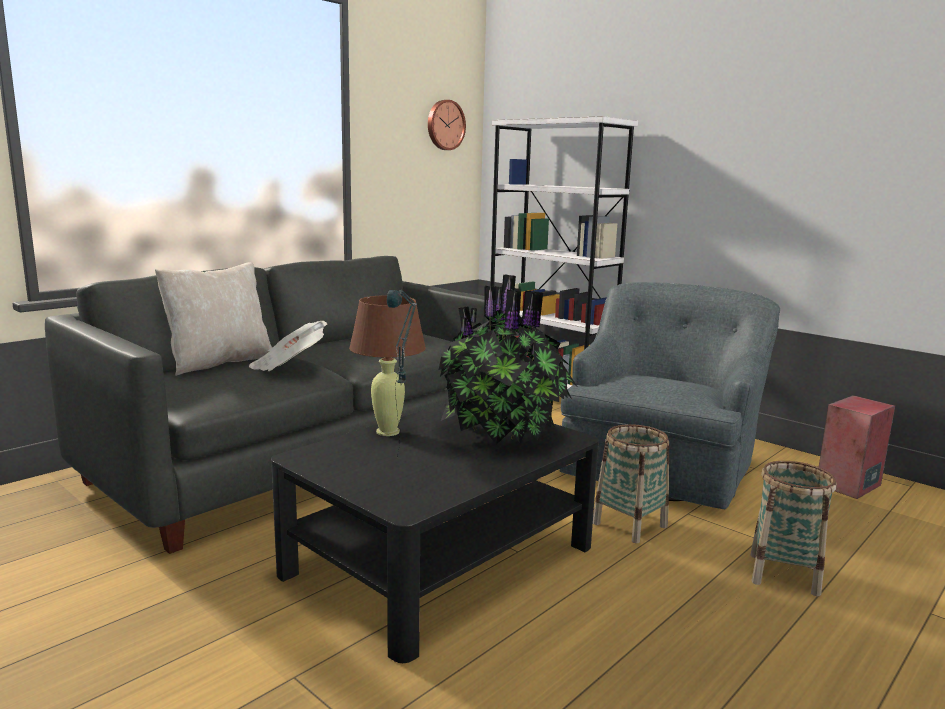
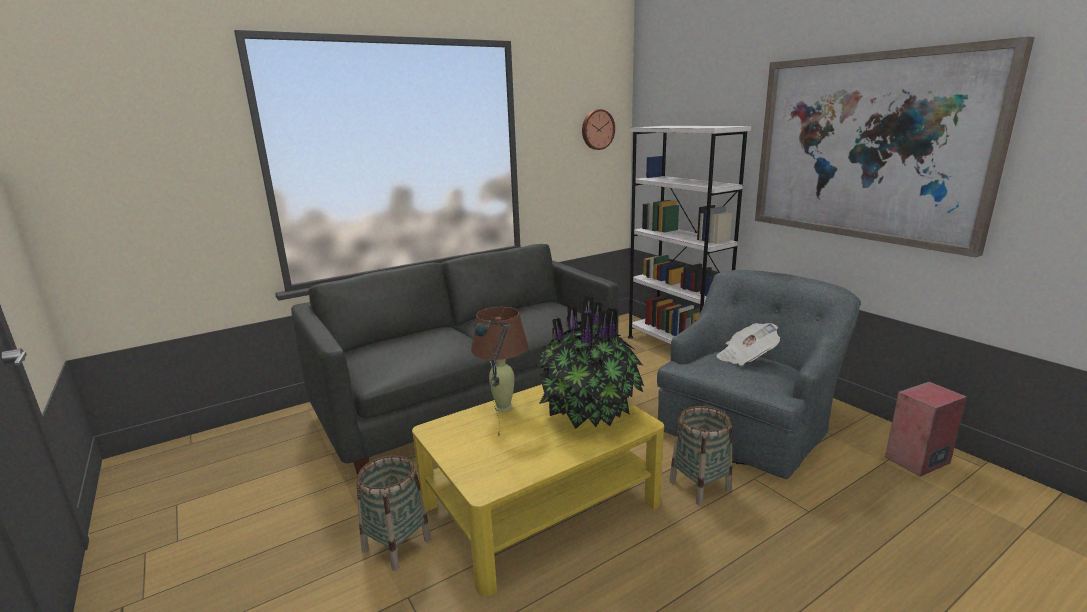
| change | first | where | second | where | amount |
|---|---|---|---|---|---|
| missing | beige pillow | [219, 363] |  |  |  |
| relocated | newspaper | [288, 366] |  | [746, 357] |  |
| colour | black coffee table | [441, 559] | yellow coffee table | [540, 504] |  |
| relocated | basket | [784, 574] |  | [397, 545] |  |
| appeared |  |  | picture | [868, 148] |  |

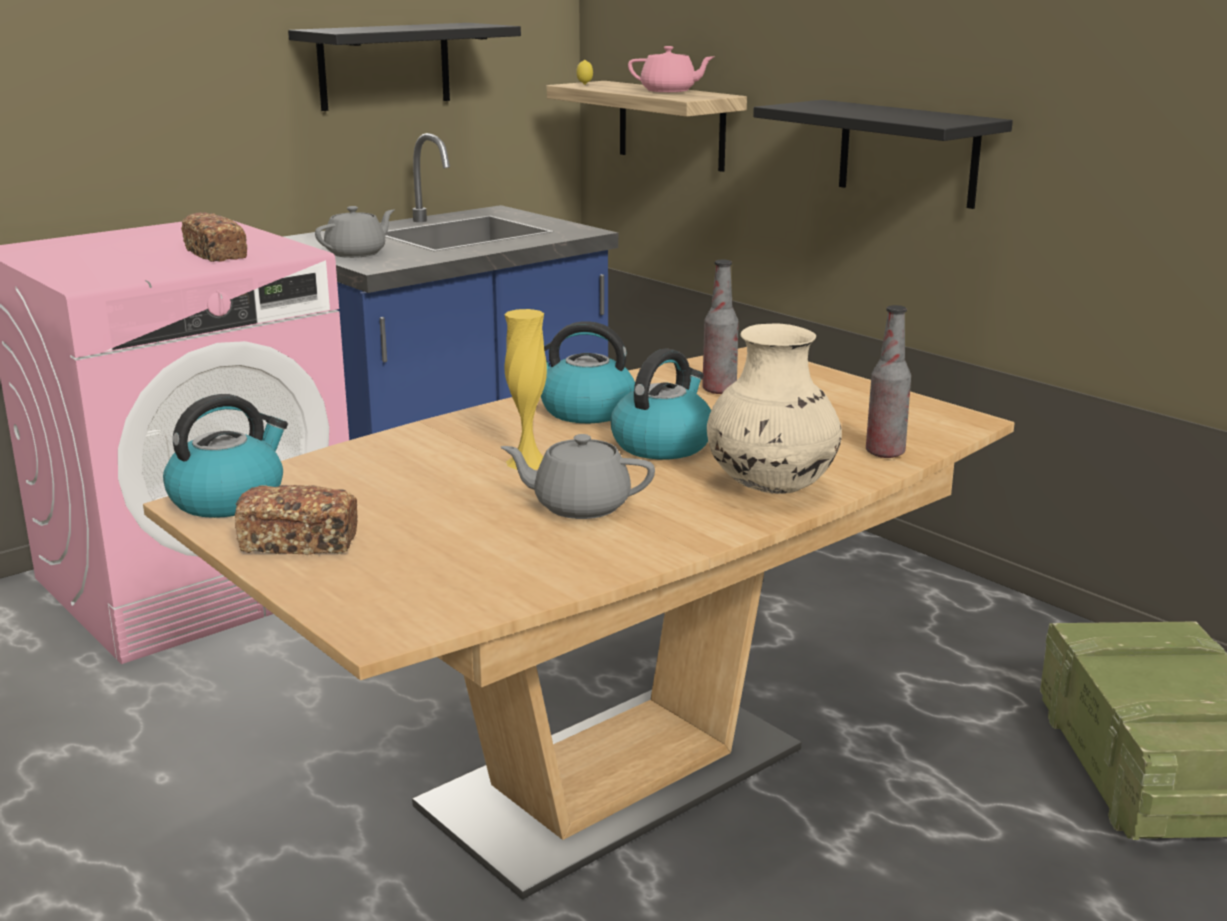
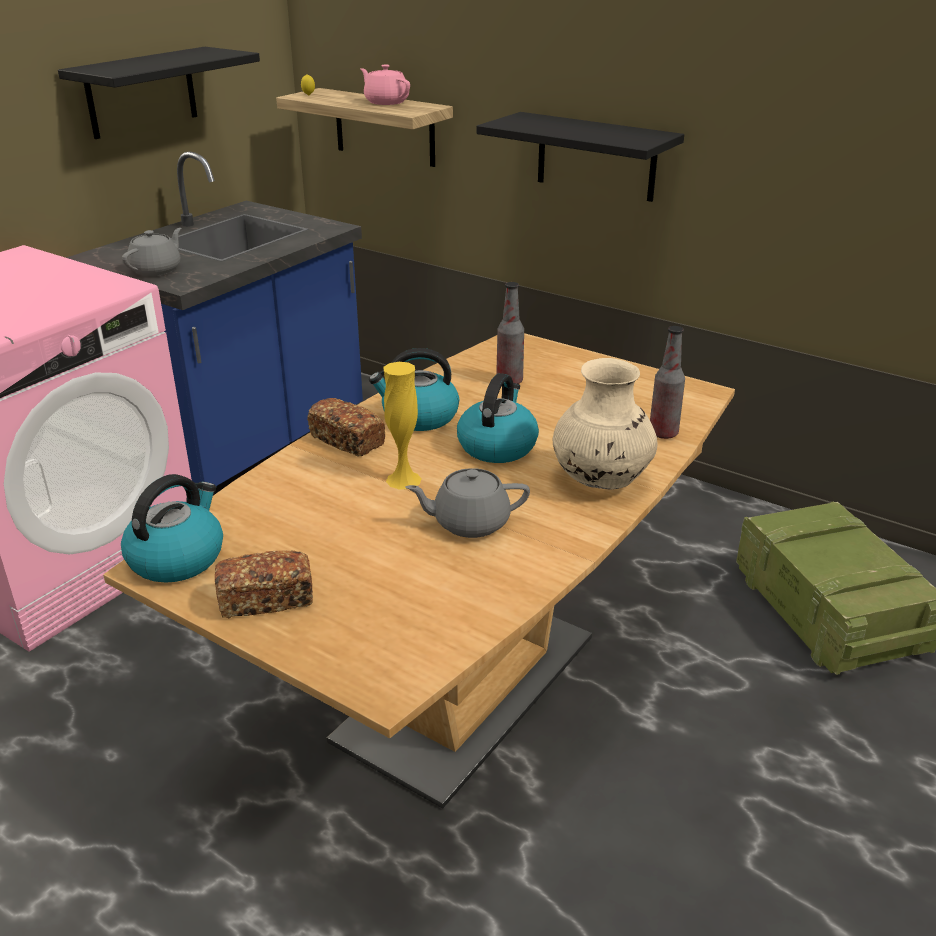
| change | first | where | second | where | amount |
|---|---|---|---|---|---|
| relocated | bread | [216, 254] |  | [347, 441] |  |
| spun | pink teapot | [669, 91] |  | [386, 102] | 135 degrees counterclockwise |

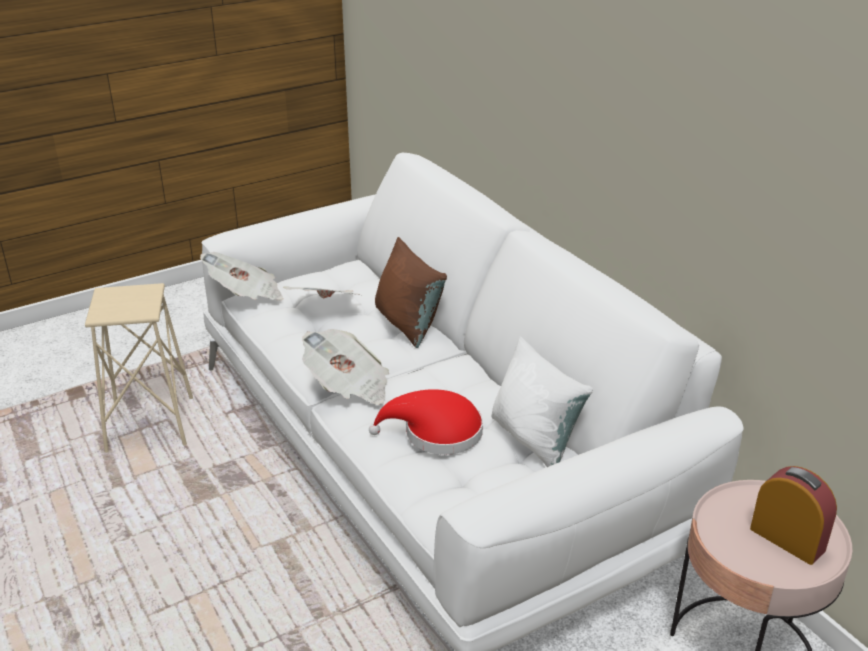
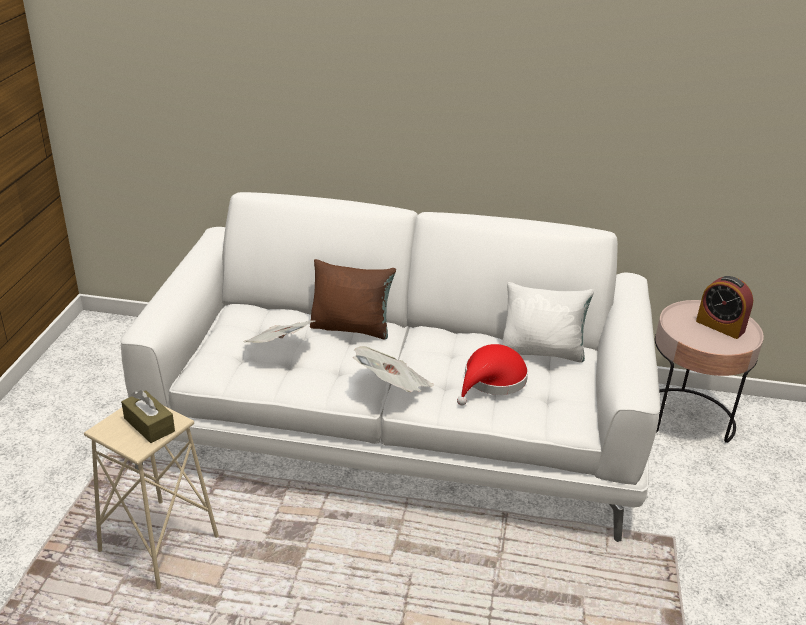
| change | first | where | second | where | amount |
|---|---|---|---|---|---|
| missing | newspaper | [246, 294] |  |  |  |
| spun | alarm clock | [787, 539] |  | [720, 326] | 135 degrees counterclockwise |
| appeared |  |  | brown tissue box | [149, 425] |  |

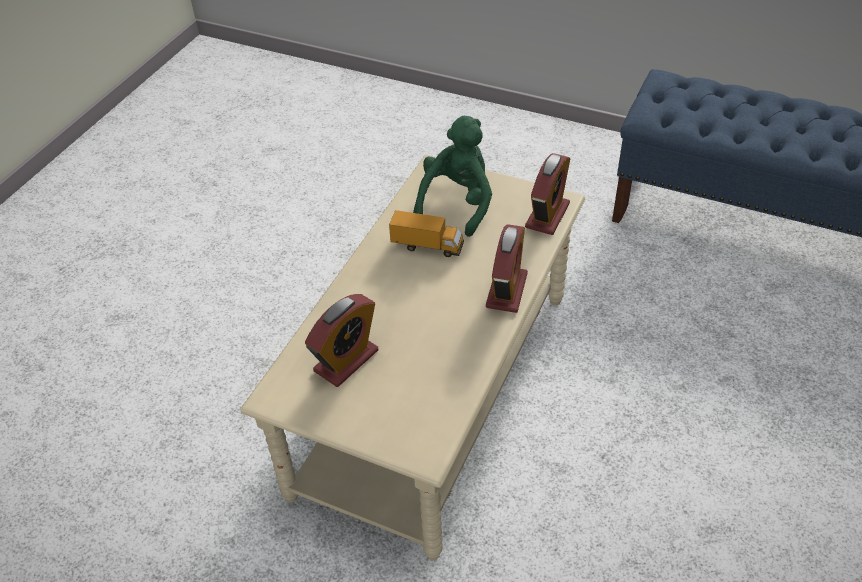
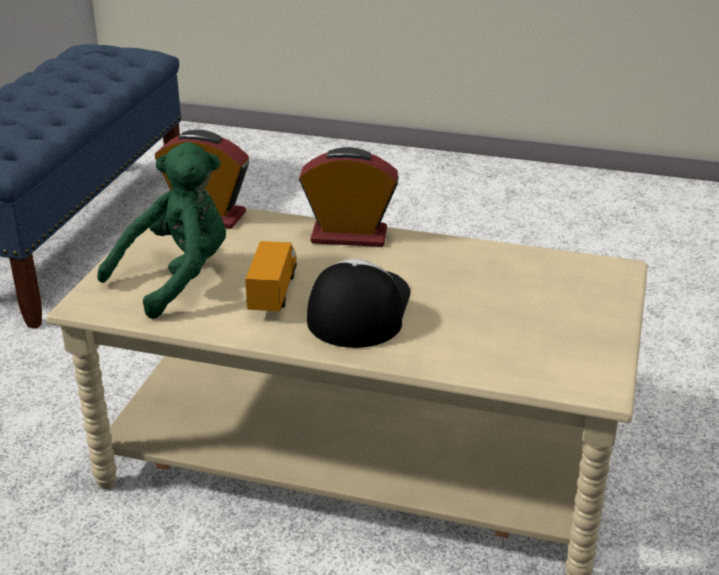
| change | first | where | second | where | amount |
|---|---|---|---|---|---|
| missing | alarm clock | [346, 361] |  |  |  |
| spun | green plush toy | [457, 203] |  | [177, 278] | 120 degrees clockwise |
| appeared |  |  | cap | [358, 309] |  |

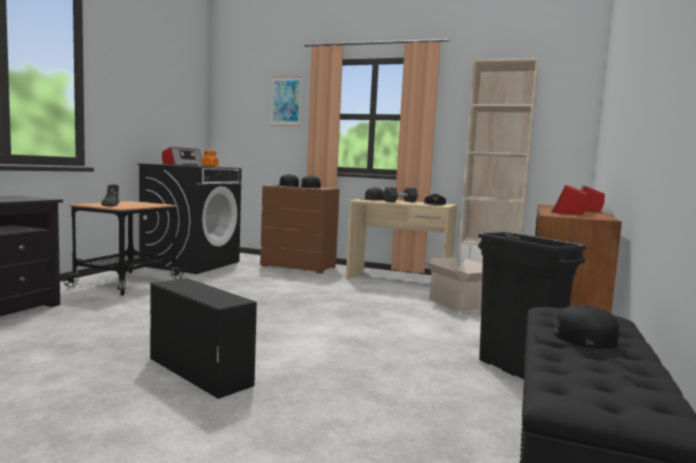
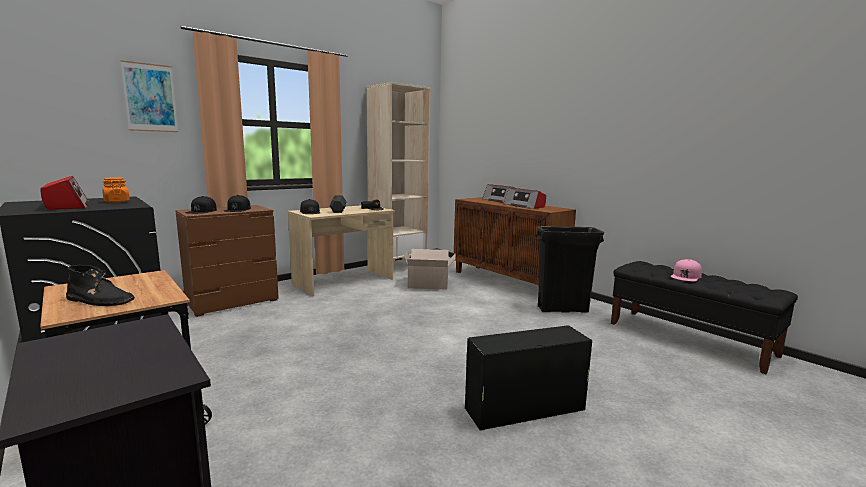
| change | first | where | second | where | amount |
|---|---|---|---|---|---|
| colour | black cap | [574, 338] | pink cap | [686, 276] |  |

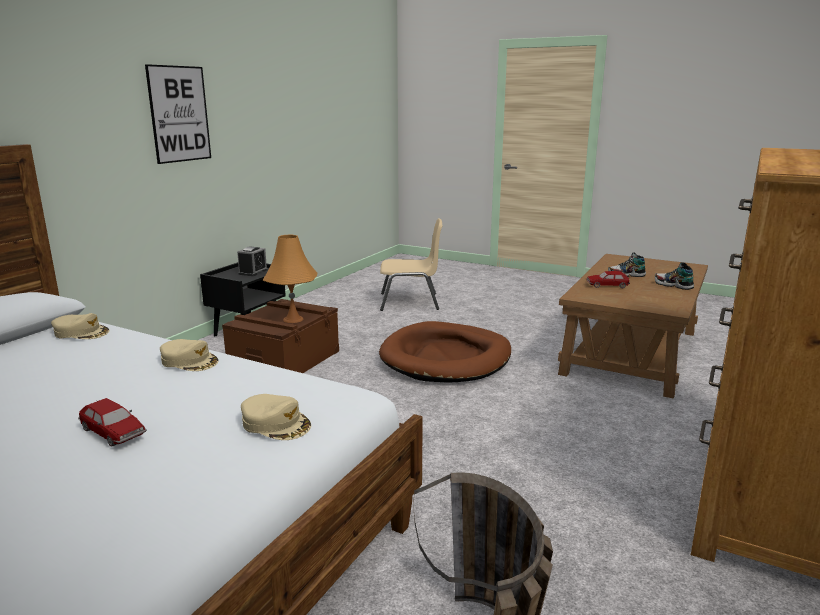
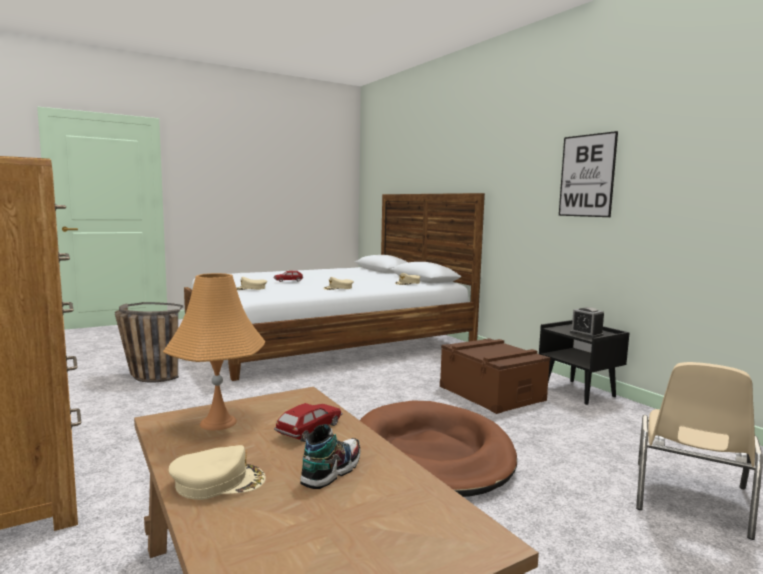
| change | first | where | second | where | amount |
|---|---|---|---|---|---|
| relocated | orange table lamp | [293, 319] |  | [218, 422] |  |
| exchanged | shoe | [673, 285] | beige cap | [218, 481] |  |

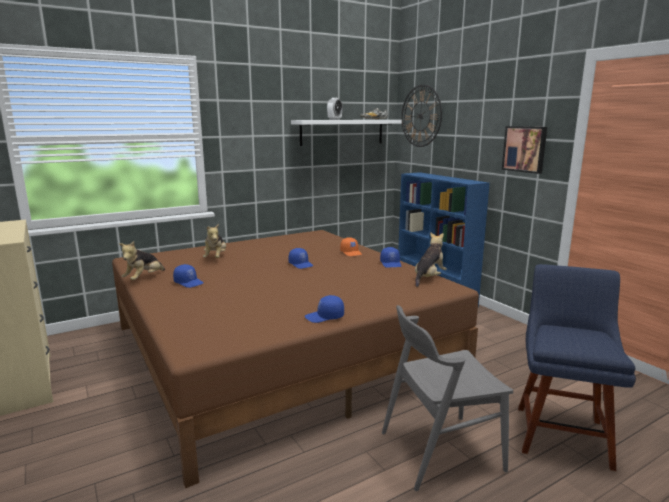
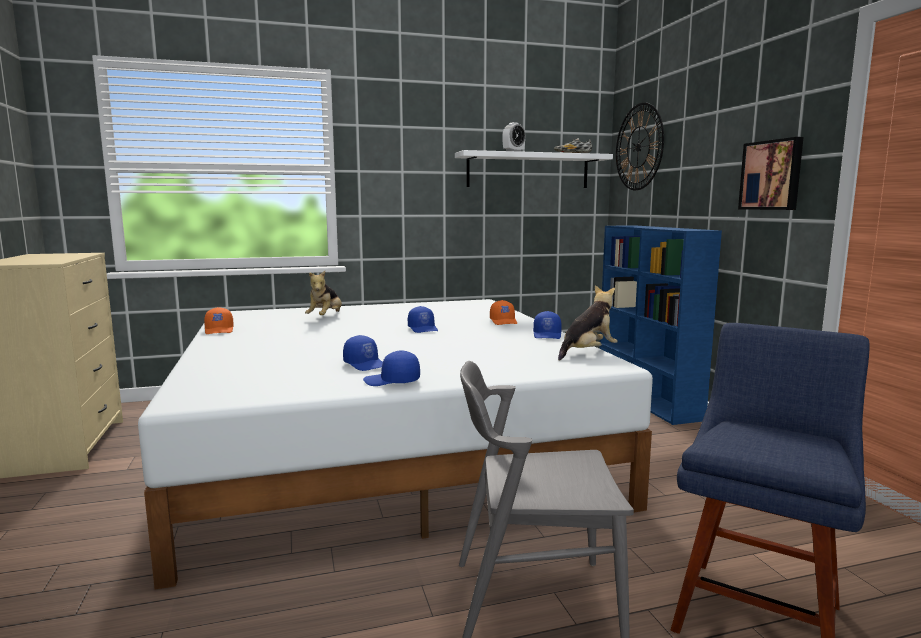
| change | first | where | second | where | amount |
|---|---|---|---|---|---|
| colour | brown bed | [280, 350] | white bed | [387, 444] |  |
| exchanged | plush toy | [144, 279] | orange cap | [220, 330] |  |
| relocated | blue cap | [189, 282] |  | [365, 364] |  |

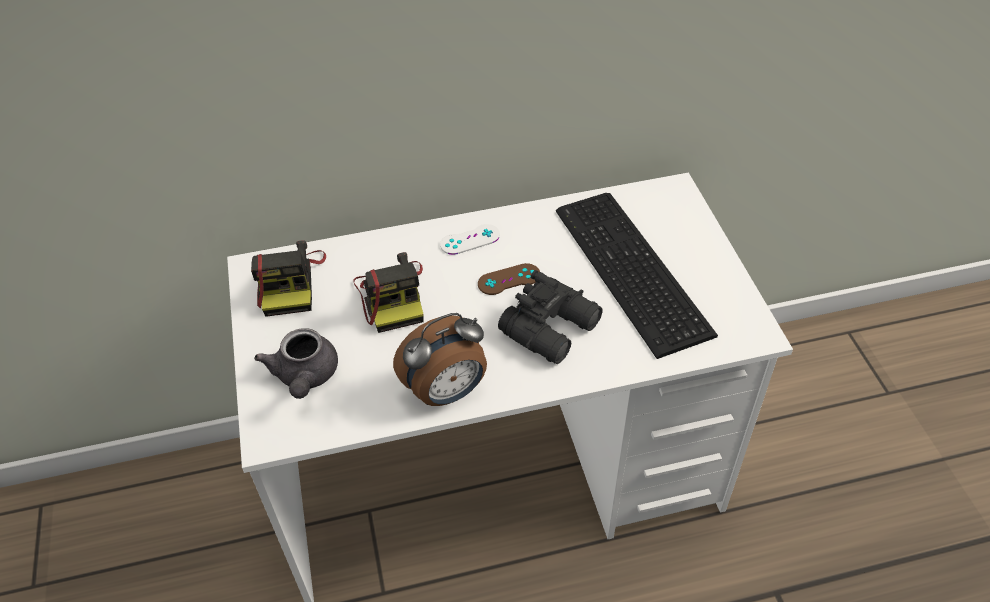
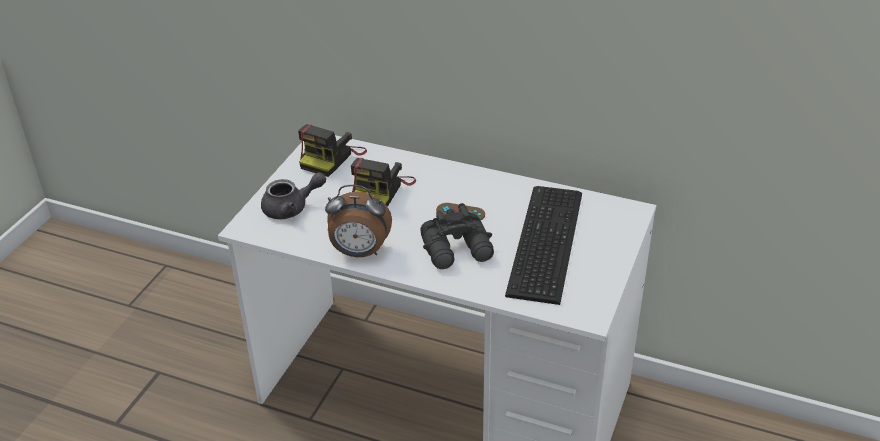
| change | first | where | second | where | amount |
|---|---|---|---|---|---|
| spun | grey teapot | [305, 377] |  | [291, 208] | 135 degrees counterclockwise |
| missing | white game controller | [470, 240] |  |  |  |

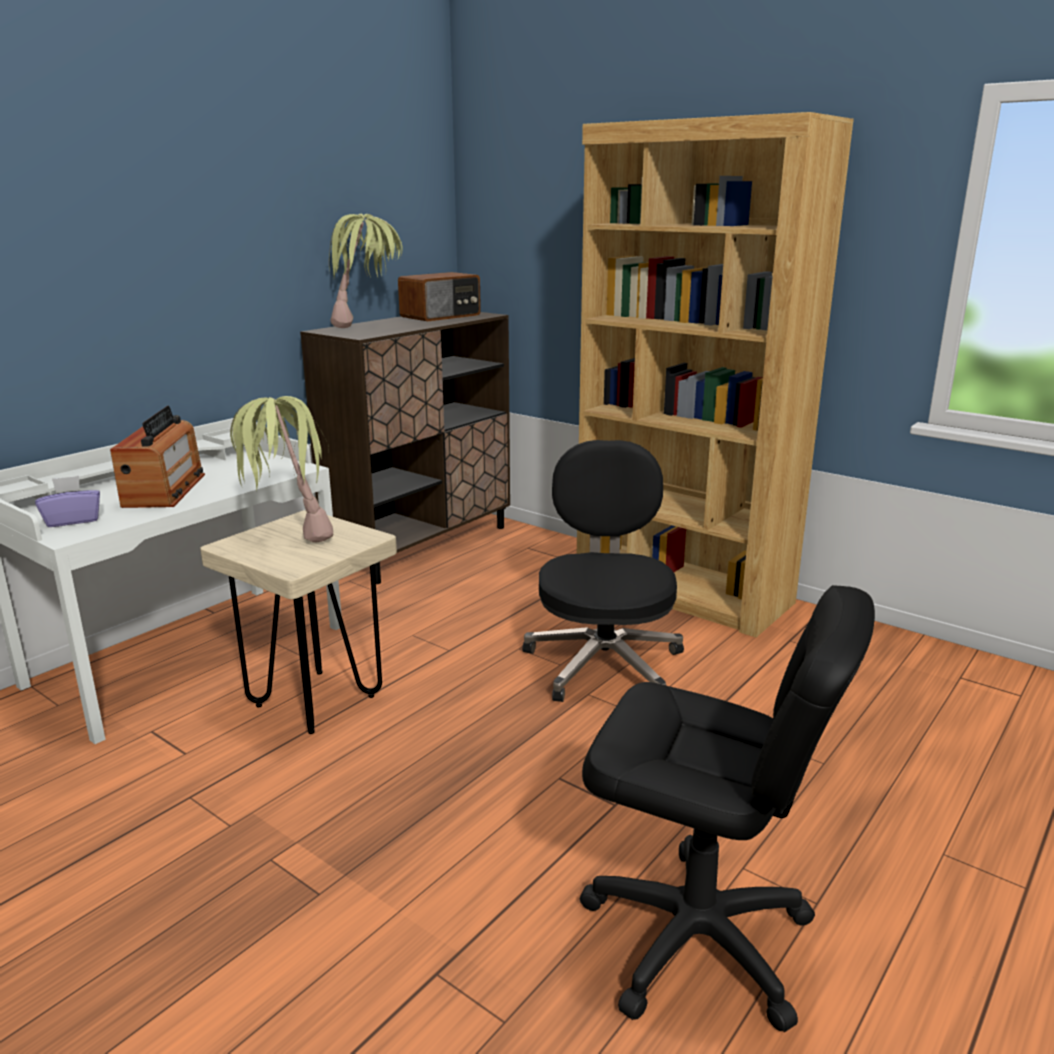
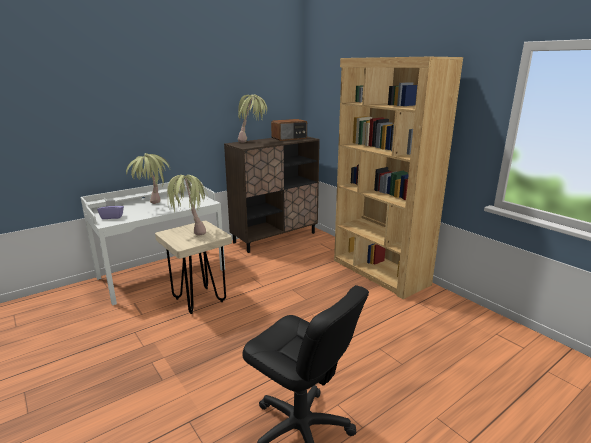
| change | first | where | second | where | amount |
|---|---|---|---|---|---|
| exchanged | radio | [164, 490] | potted plant | [152, 207] |  |
| missing | black office chair | [604, 662] |  |  |  |

